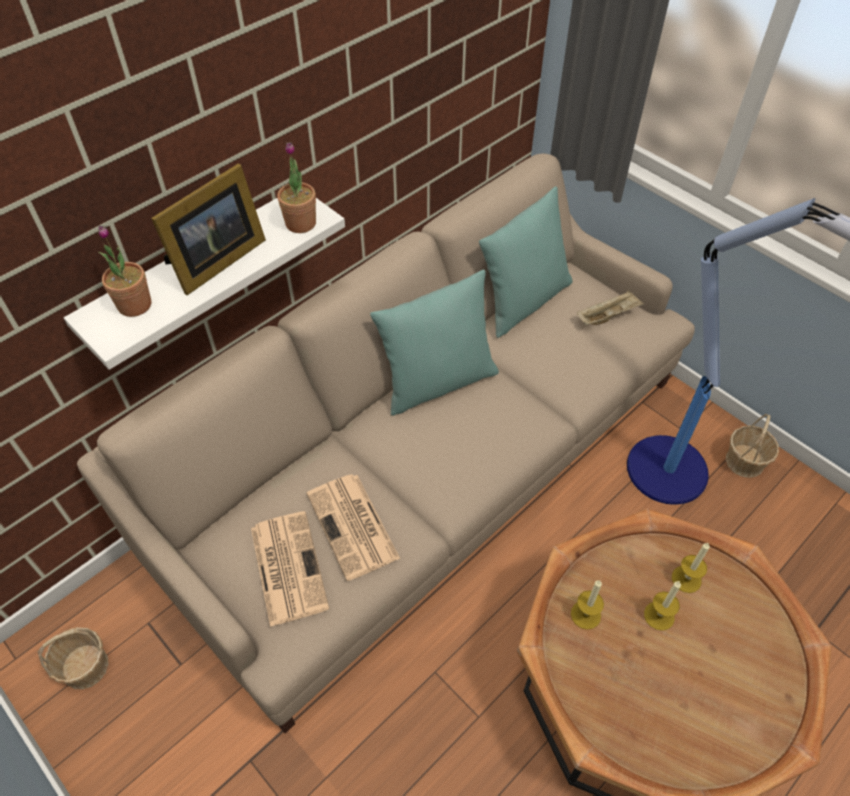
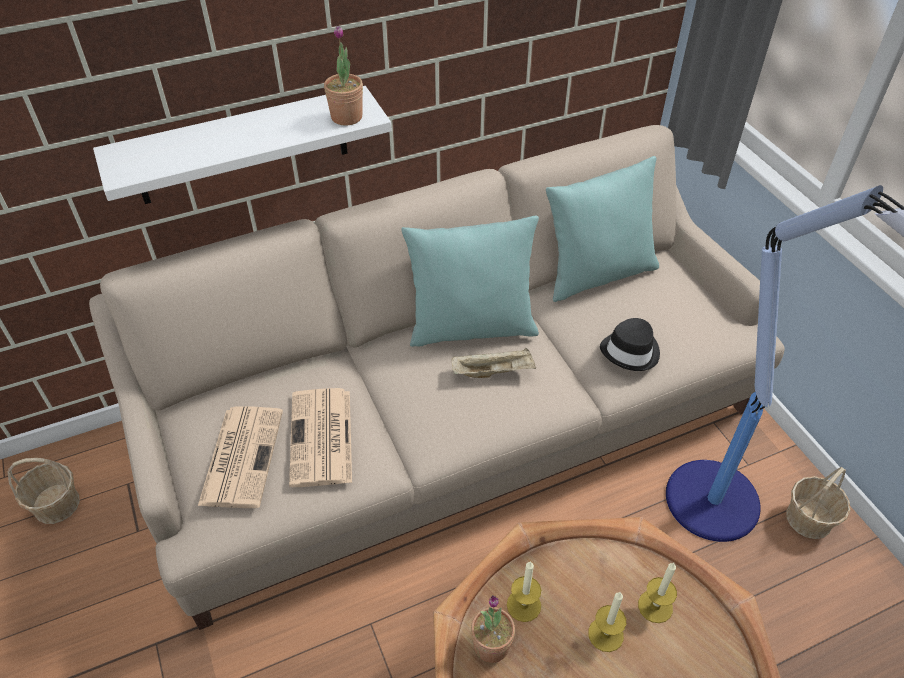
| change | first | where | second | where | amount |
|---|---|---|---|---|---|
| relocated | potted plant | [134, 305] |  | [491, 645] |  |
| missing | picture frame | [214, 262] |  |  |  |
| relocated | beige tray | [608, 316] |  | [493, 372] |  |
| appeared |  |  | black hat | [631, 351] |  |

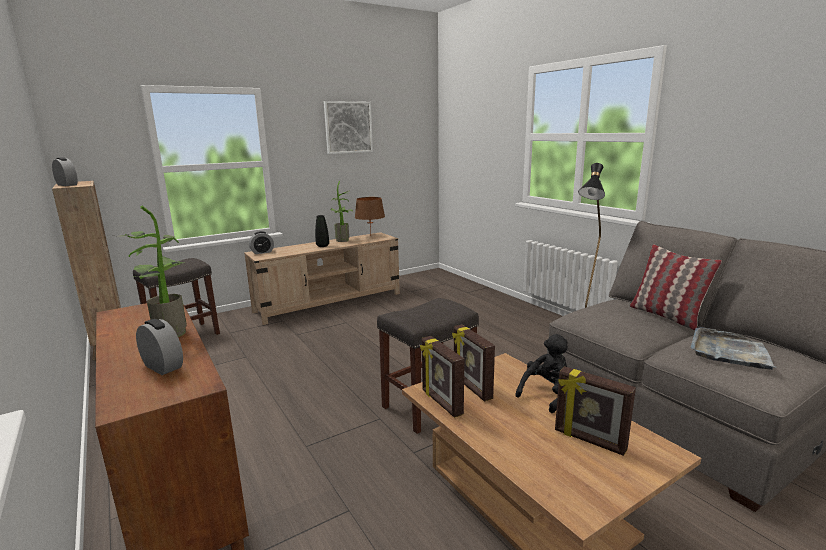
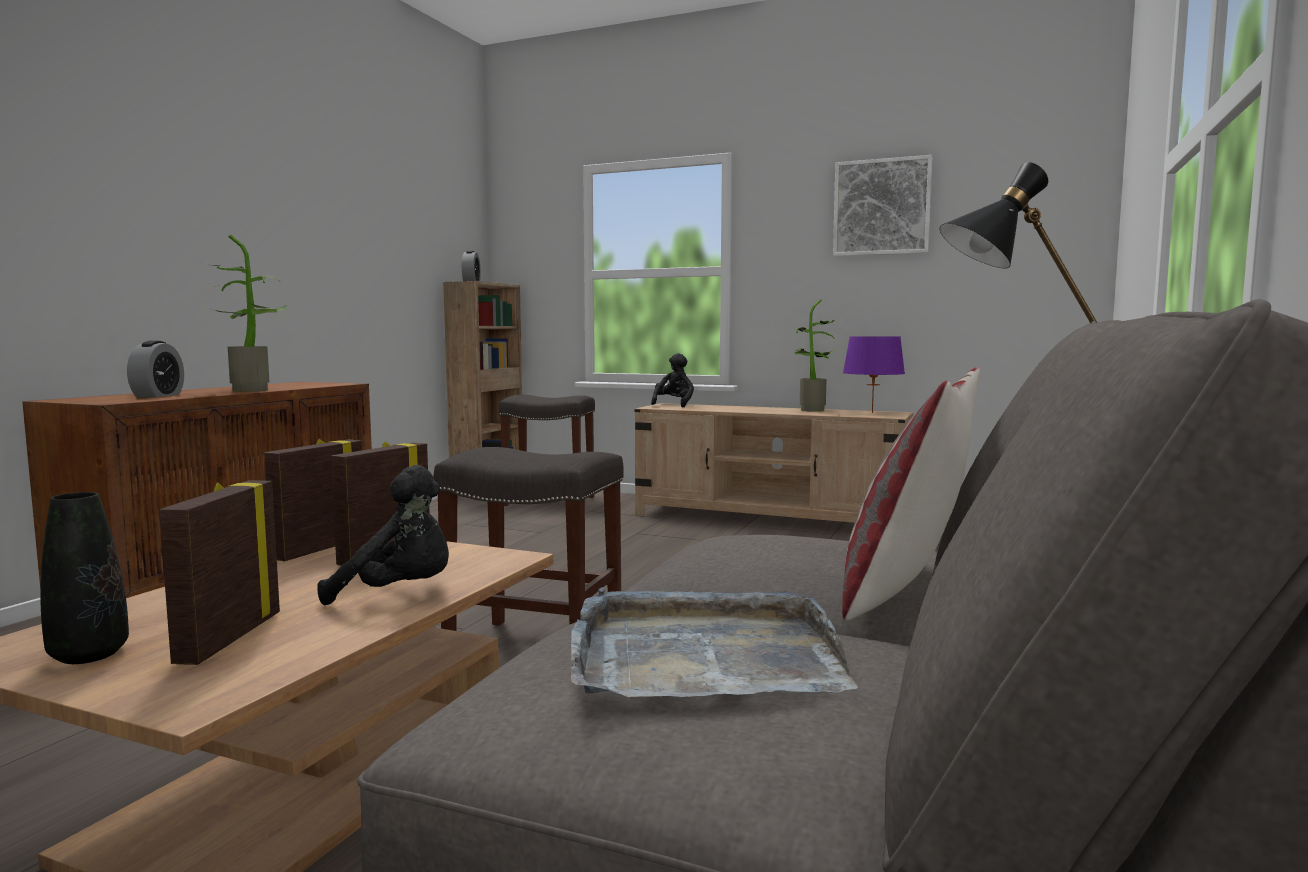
| change | first | where | second | where | amount |
|---|---|---|---|---|---|
| exchanged | alarm clock | [262, 252] | black plush toy | [674, 405] |  |
| relocated | black vase | [322, 246] |  | [89, 655] |  |
| colour | brown table lamp | [370, 236] | purple table lamp | [872, 412] |  |

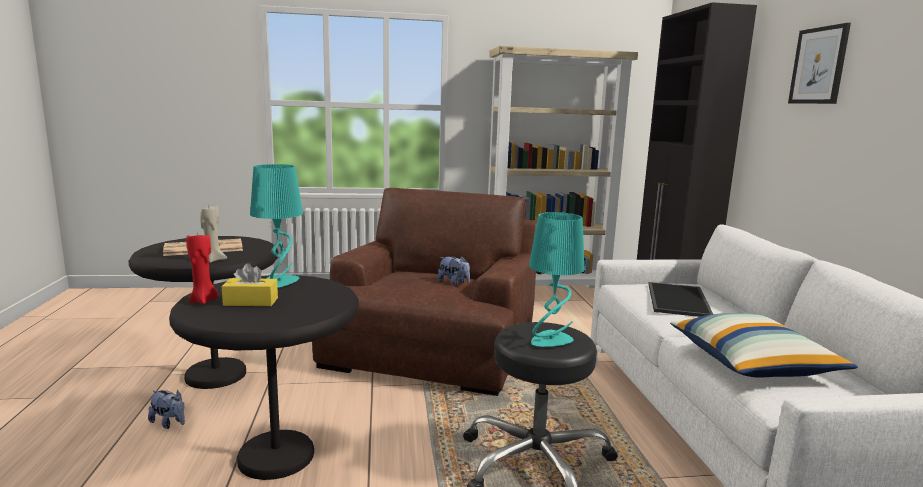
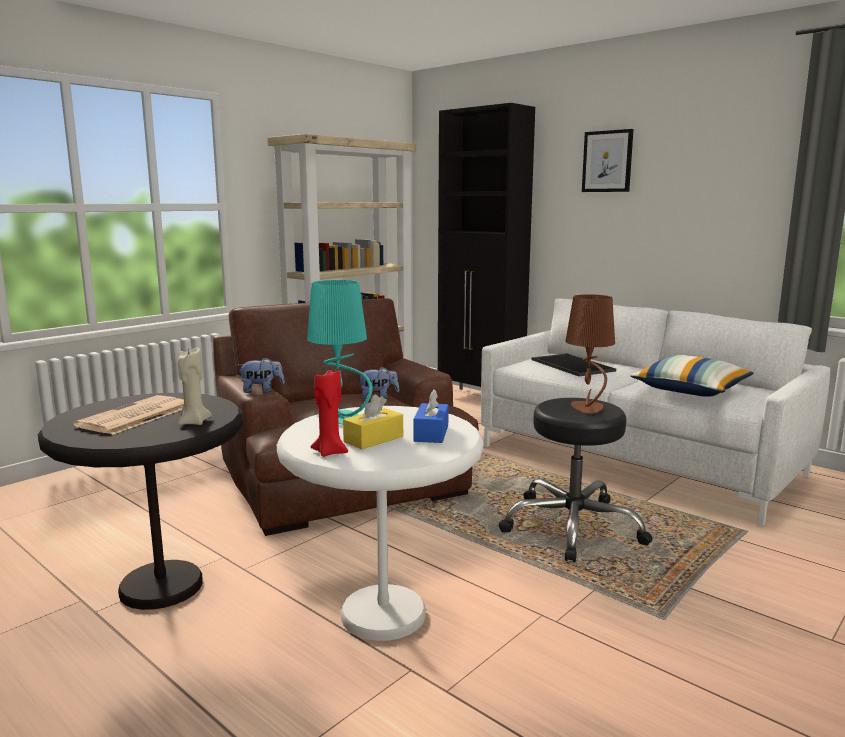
| change | first | where | second | where | amount |
|---|---|---|---|---|---|
| relocated | plush toy | [169, 423] |  | [262, 390] |  |
| colour | black side table | [276, 456] | white side table | [383, 614] |  |
| colour | turquoise table lamp | [550, 341] | brown table lamp | [587, 409] |  |
| appeared |  |  | blue tissue box | [431, 433] |  |

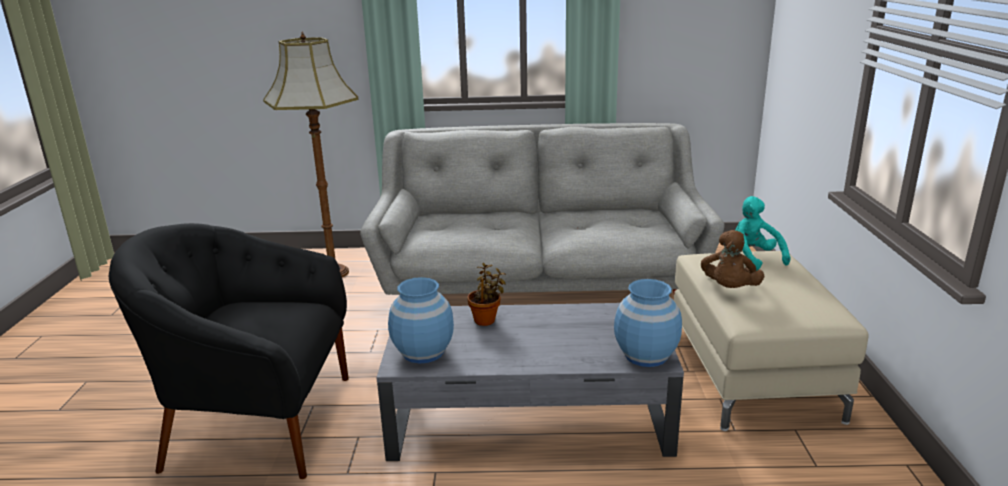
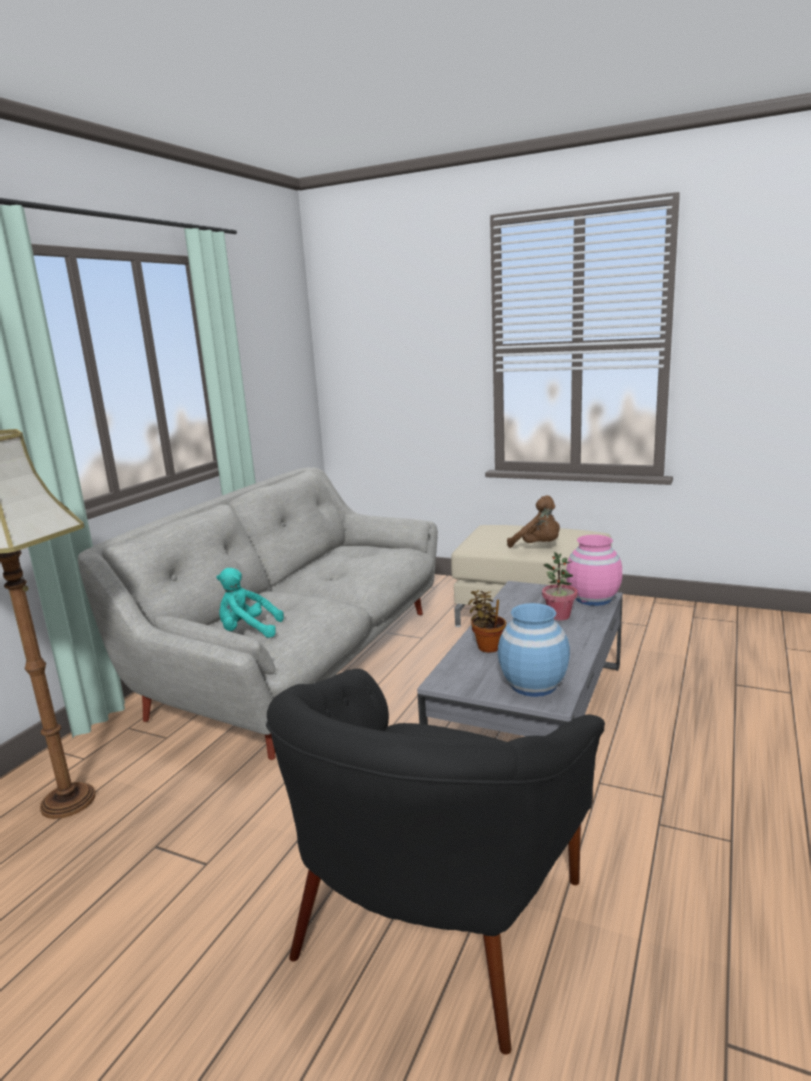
| change | first | where | second | where | amount |
|---|---|---|---|---|---|
| colour | blue vase | [645, 355] | pink vase | [593, 598] |  |
| relocated | turquoise plush toy | [752, 258] |  | [248, 631] |  |
| appeared |  |  | potted plant | [559, 616] |  |

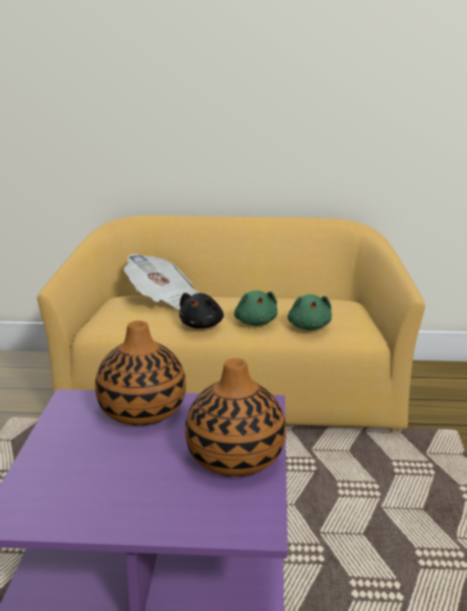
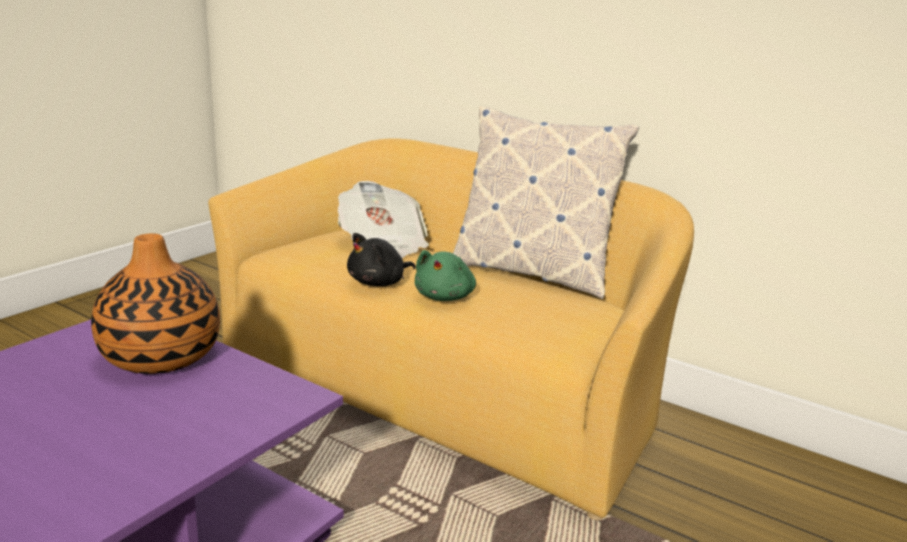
| change | first | where | second | where | amount |
|---|---|---|---|---|---|
| missing | vase | [235, 458] |  |  |  |
| missing | green plush toy | [309, 327] |  |  |  |
| appeared |  |  | pillow | [531, 273] |  |

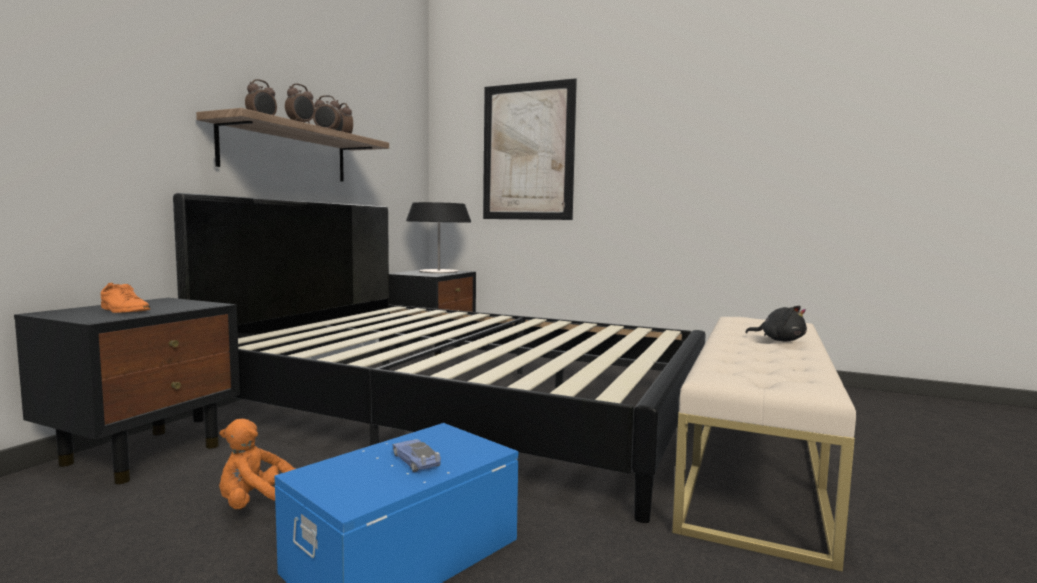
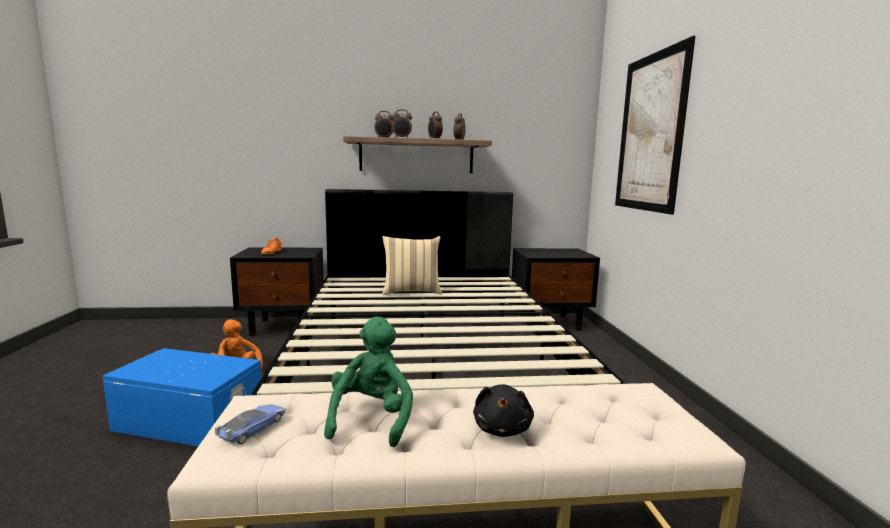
| change | first | where | second | where | amount |
|---|---|---|---|---|---|
| relocated | toy car | [415, 460] |  | [253, 428] |  |
| missing | table lamp | [438, 271] |  |  |  |
| appeared |  |  | green plush toy | [371, 419] |  |
| appeared |  |  | beige pillow | [411, 292] |  |

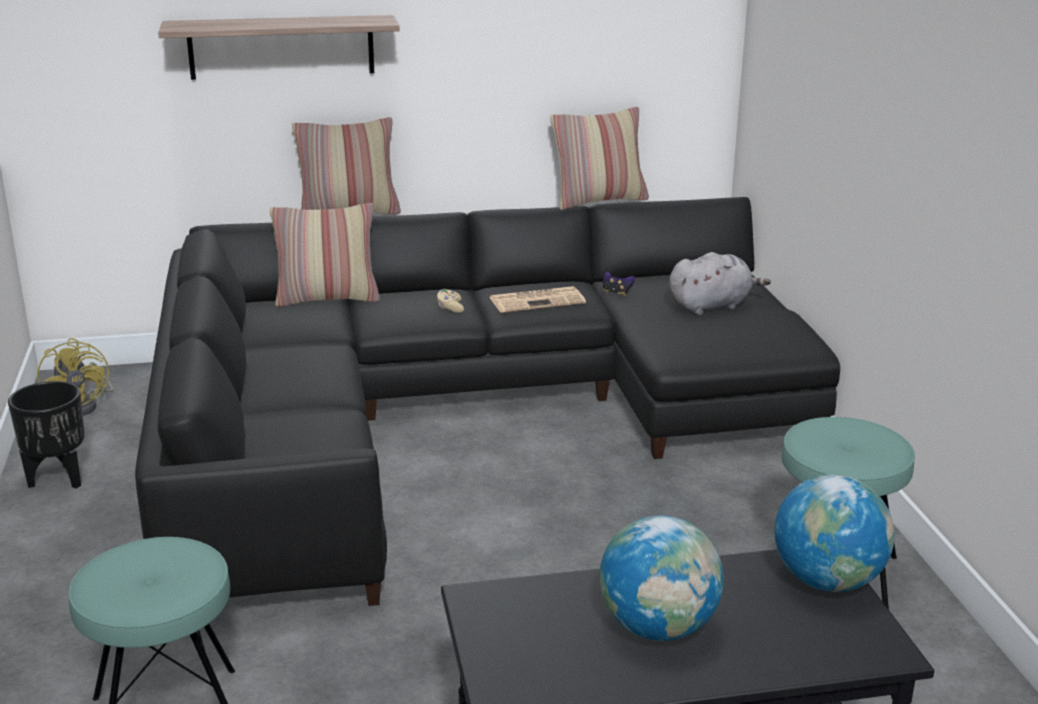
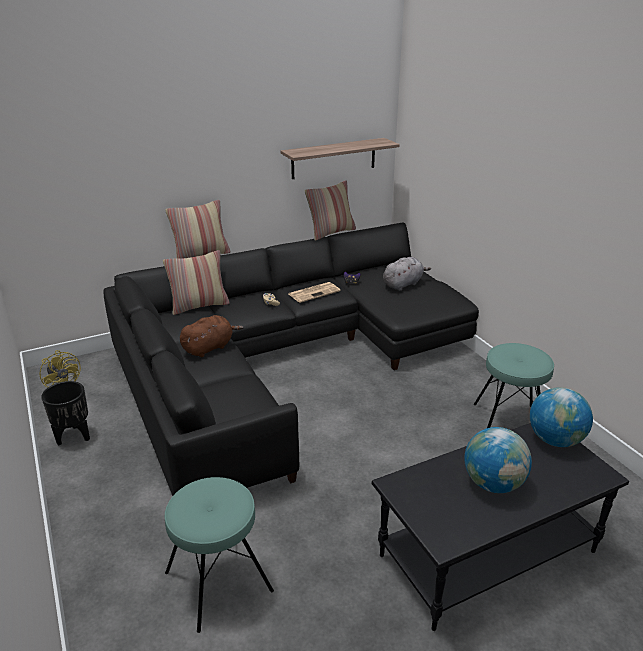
| change | first | where | second | where | amount |
|---|---|---|---|---|---|
| relocated | shelf | [281, 47] |  | [333, 158] |  |
| appeared |  |  | brown plush toy | [209, 347] |  |

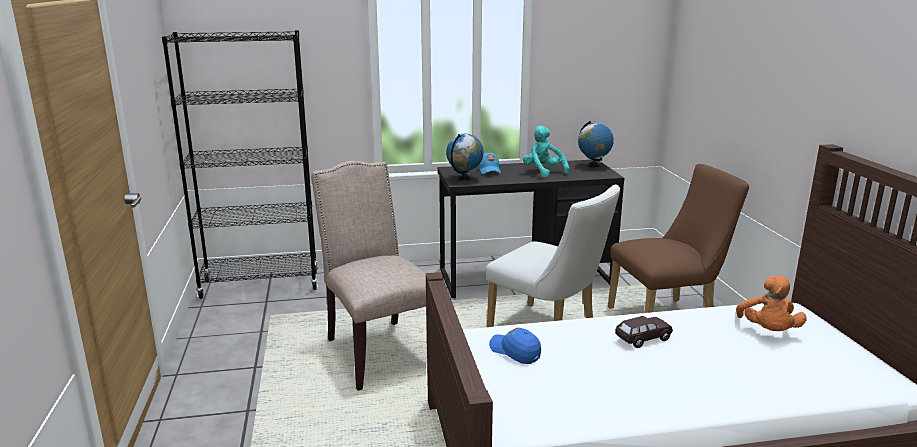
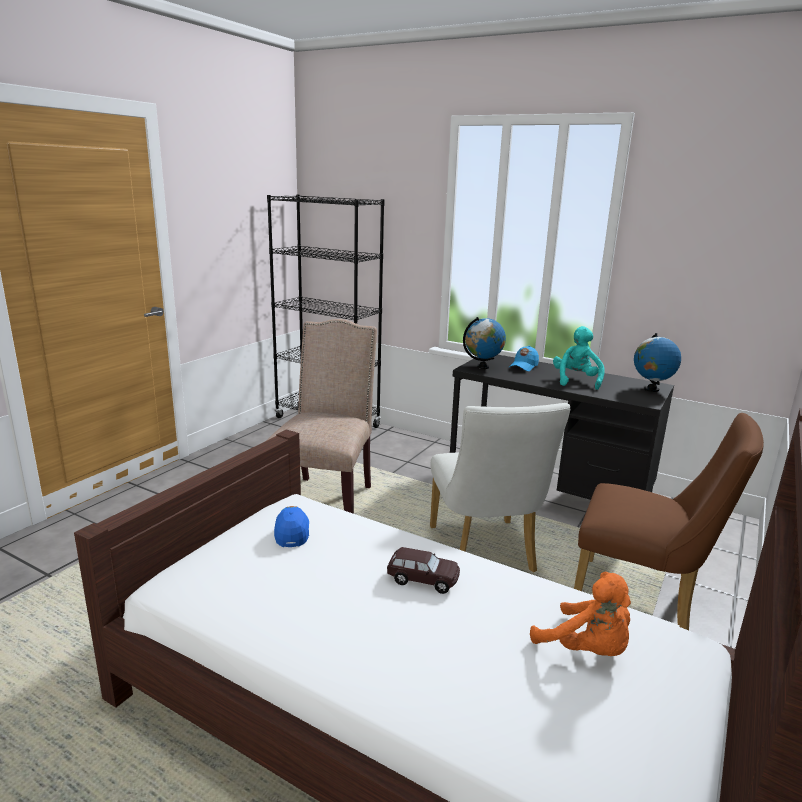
| change | first | where | second | where | amount |
|---|---|---|---|---|---|
| spun | orange plush toy | [768, 331] |  | [586, 650] | 90 degrees counterclockwise |

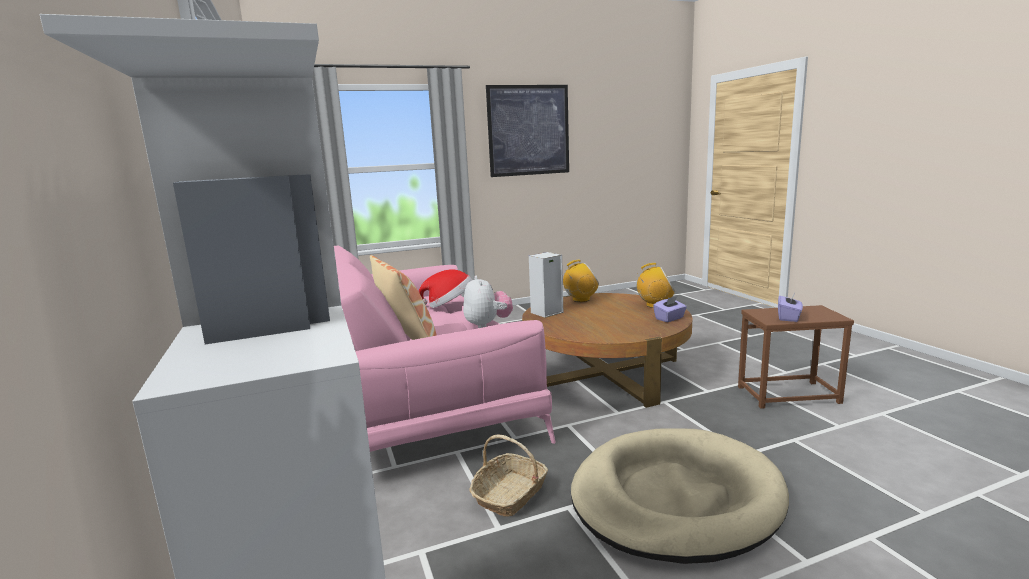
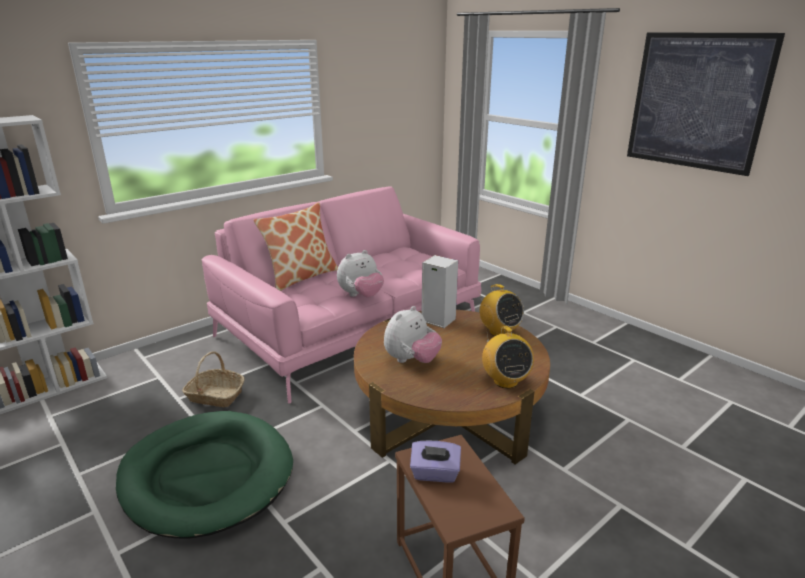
| change | first | where | second | where | amount |
|---|---|---|---|---|---|
| missing | hat | [449, 305] |  |  |  |
| colour | beige dog bed | [675, 498] | green dog bed | [207, 476] |  |
| missing | purple tissue box | [669, 318] |  |  |  |
| appeared |  |  | plush toy | [411, 360] |  |

